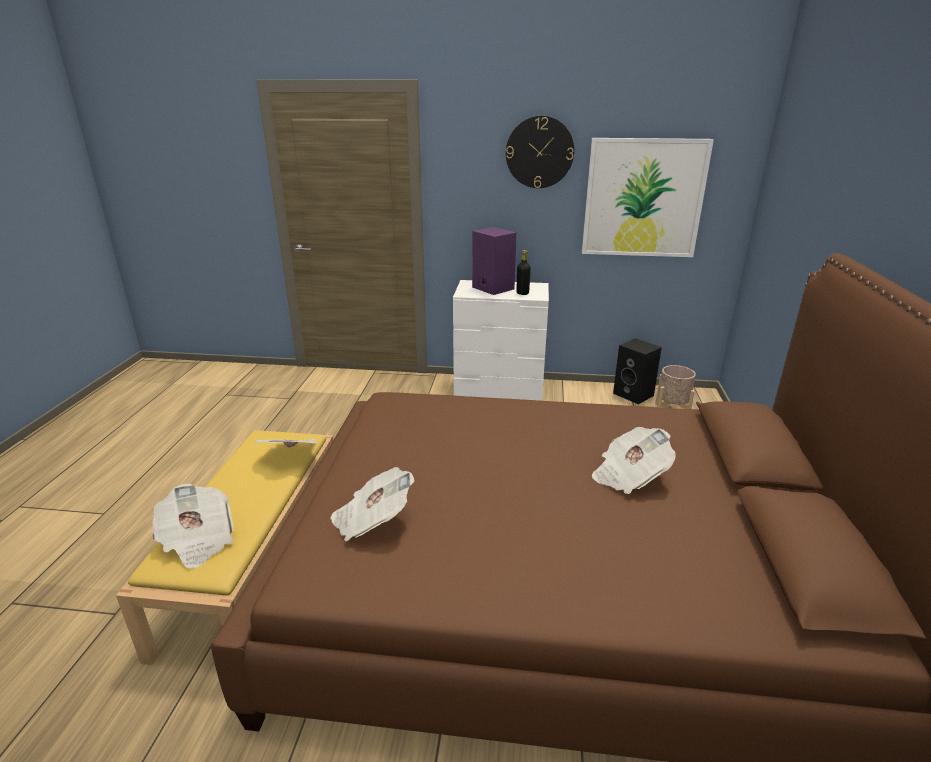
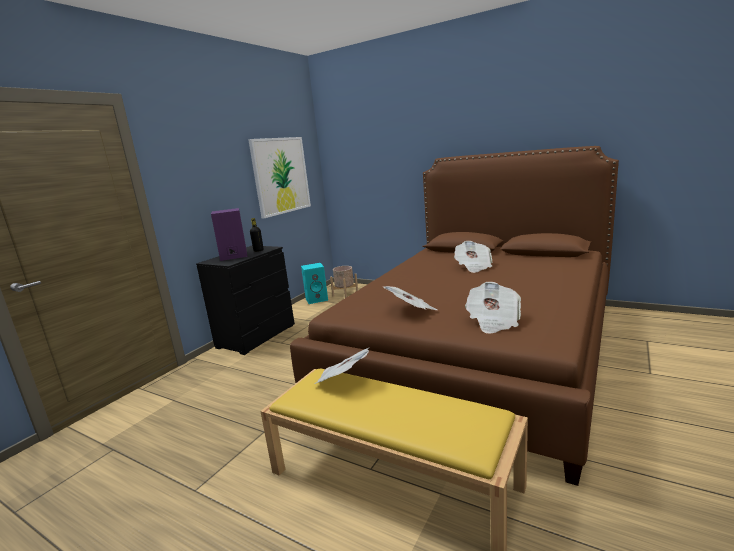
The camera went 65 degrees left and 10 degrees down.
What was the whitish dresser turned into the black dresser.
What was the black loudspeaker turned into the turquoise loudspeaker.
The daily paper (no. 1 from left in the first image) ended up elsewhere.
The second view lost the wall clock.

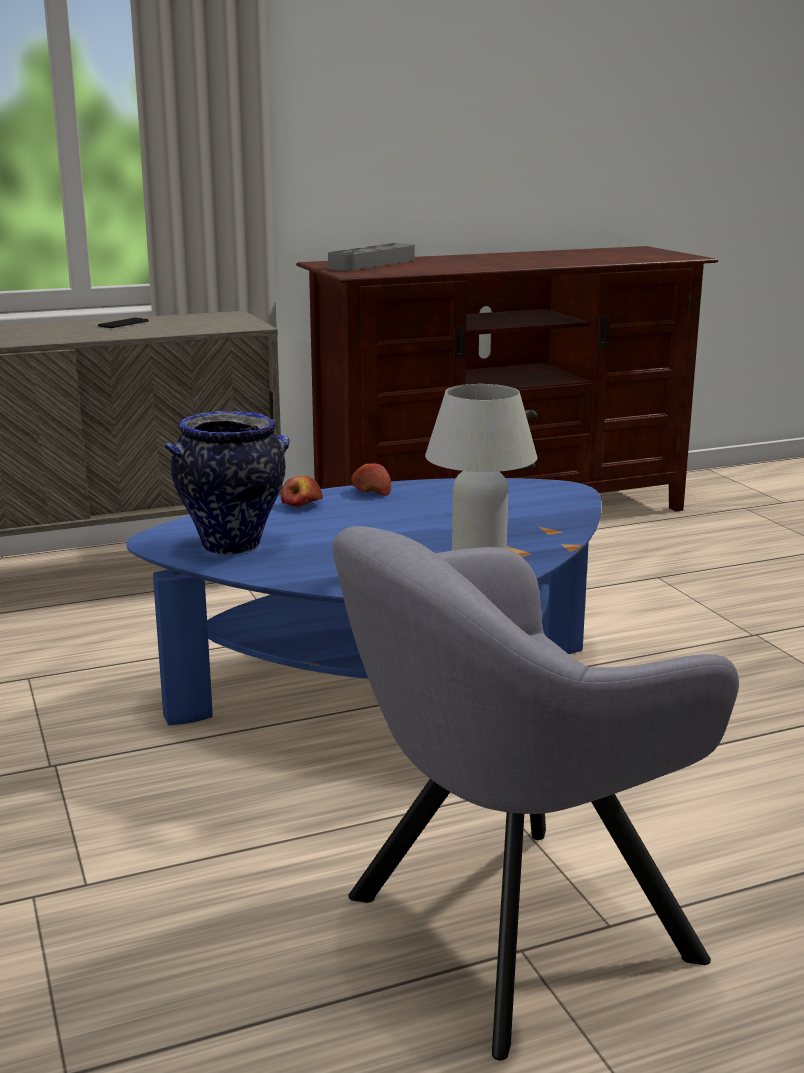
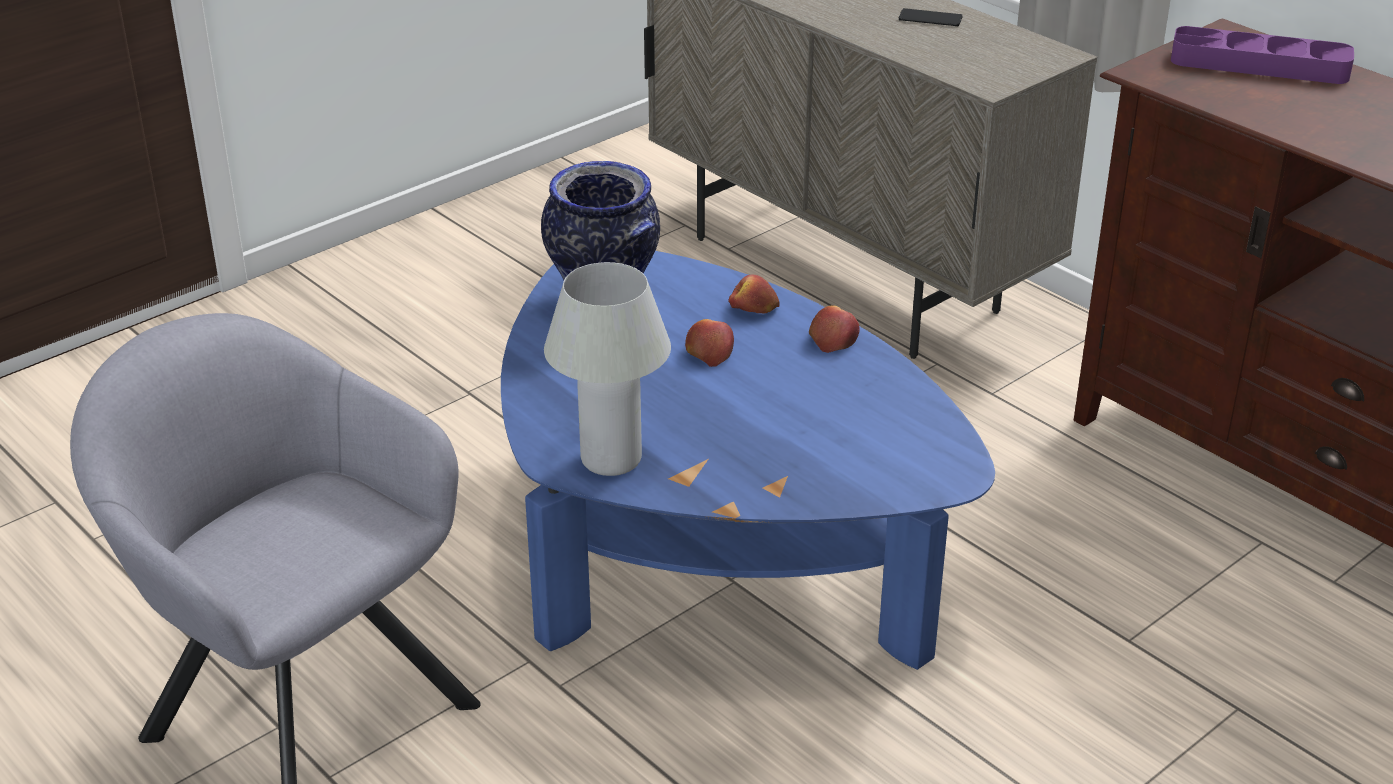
The camera went 70 degrees right and 15 degrees up.
The second view gained the apple (no. 1 from left).
What was the gray carrying tray turned into the purplish carrying tray.

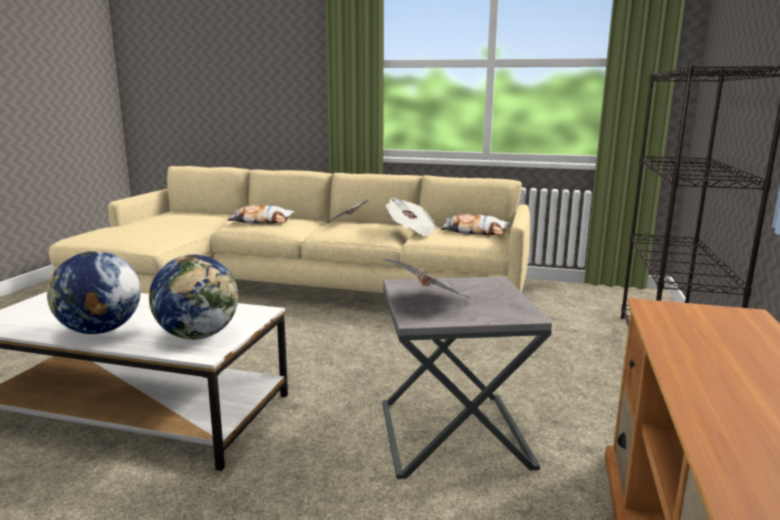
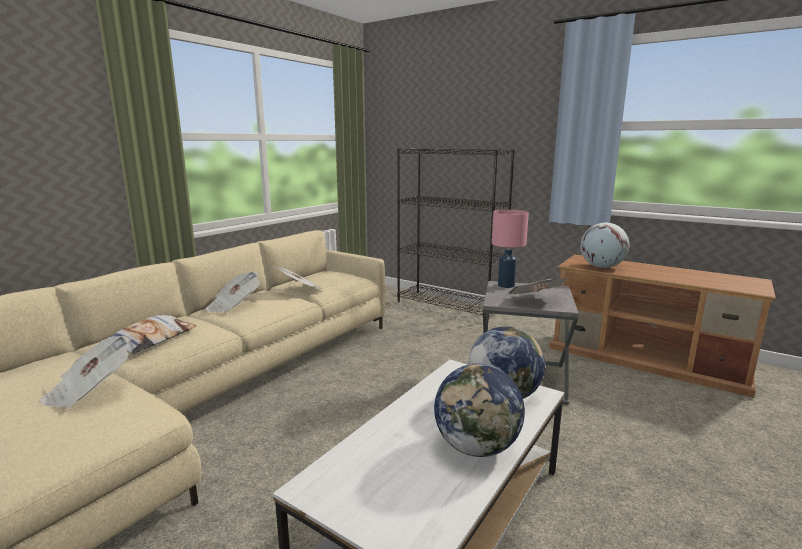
The camera went 70 degrees left and 0 degrees up.
The second view gained the daily paper (no. 1 from left).
The second view gained the pinkish lamp for a table.
The second view gained the globe (no. 3 from left).
The second view lost the throw pillow (no. 2 from left).

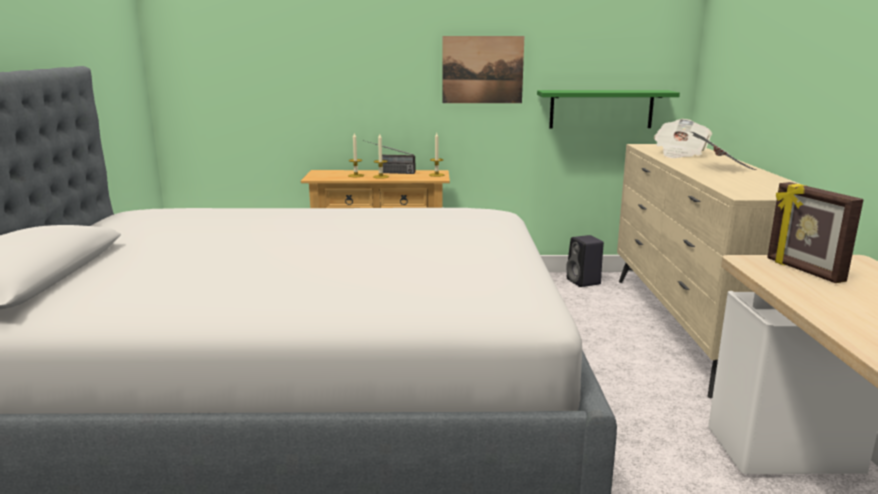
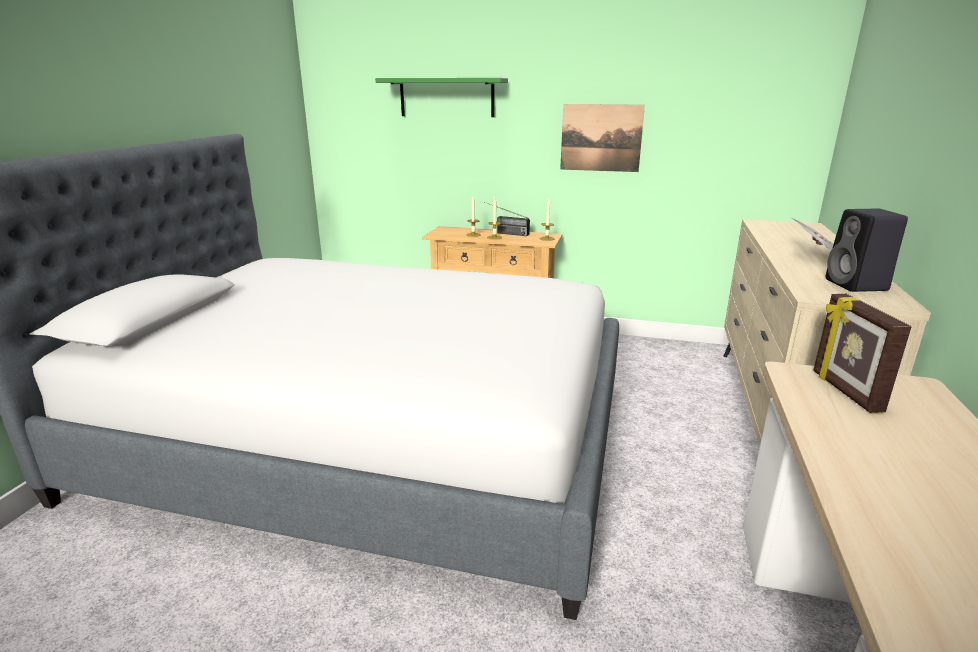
The camera went 15 degrees right and 5 degrees up.
The green shelf ended up elsewhere.
The black loudspeaker ended up elsewhere.
The second view lost the daily paper (no. 1 from left).

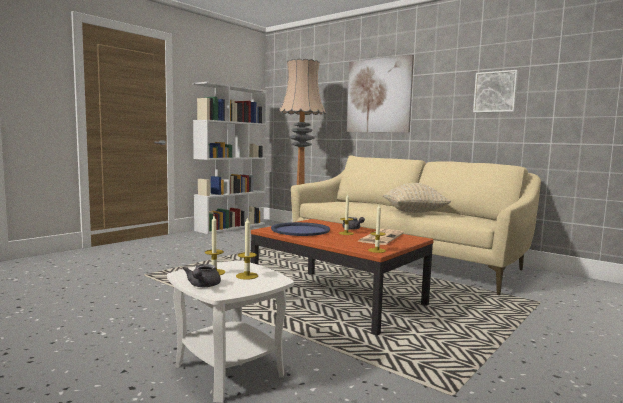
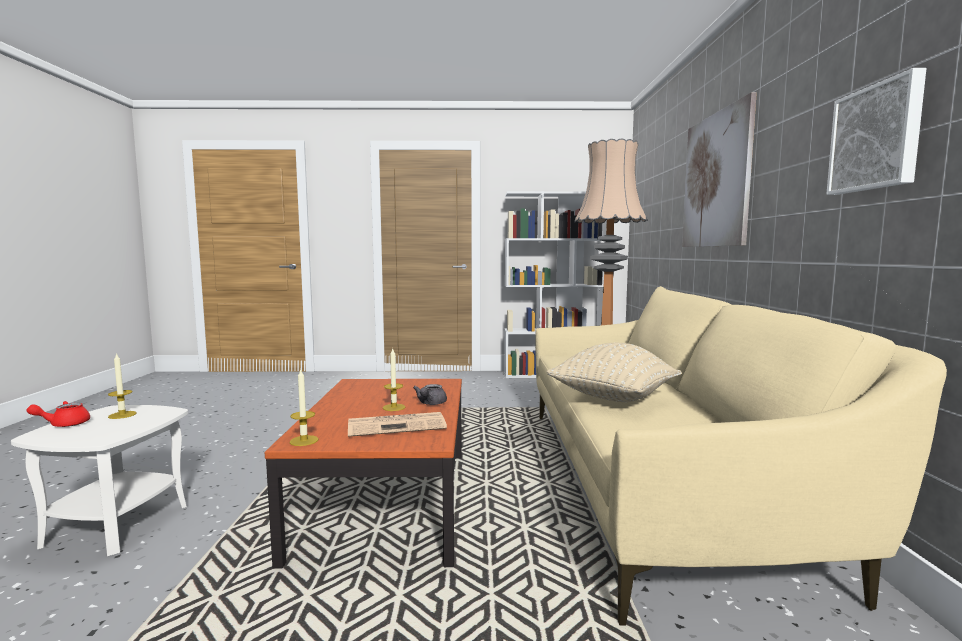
The camera went 50 degrees right and 0 degrees up.
What was the gray teapot (no. 1 from left) turned into the red-coloured teapot.
The second view lost the wax light (no. 2 from left).
The second view lost the blue-coloured carrying tray.

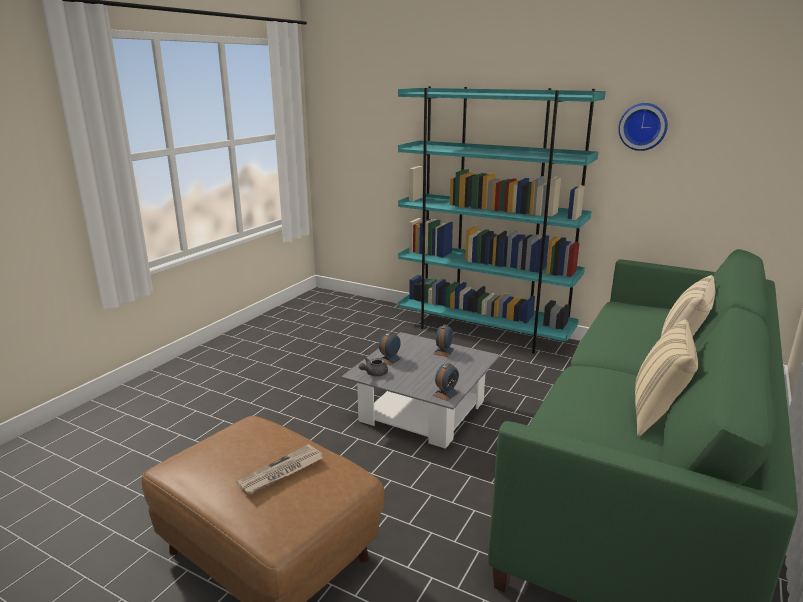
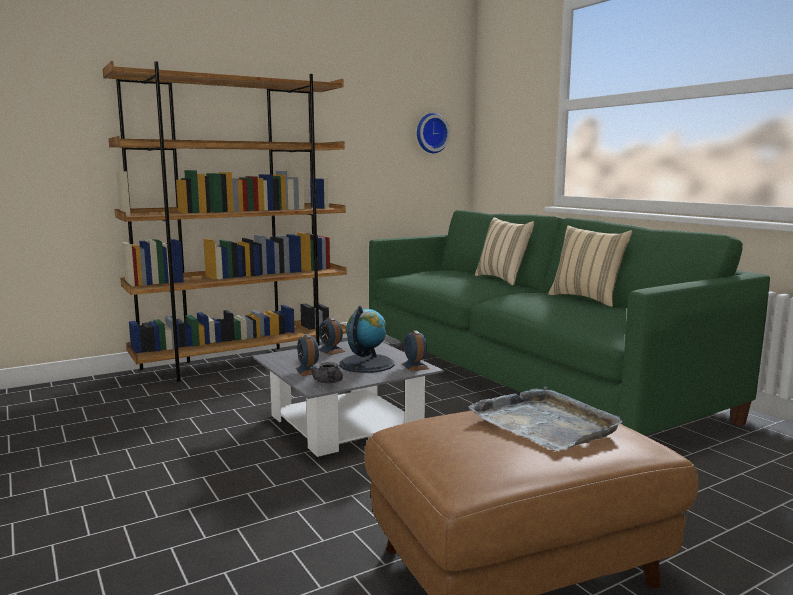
The camera went 60 degrees left and 10 degrees down.
What was the turquoise bookshelf turned into the brownish bookshelf.
The second view gained the globe.
The wall clock ended up elsewhere.
Where the daily paper stood, the gray carrying tray came to stand.

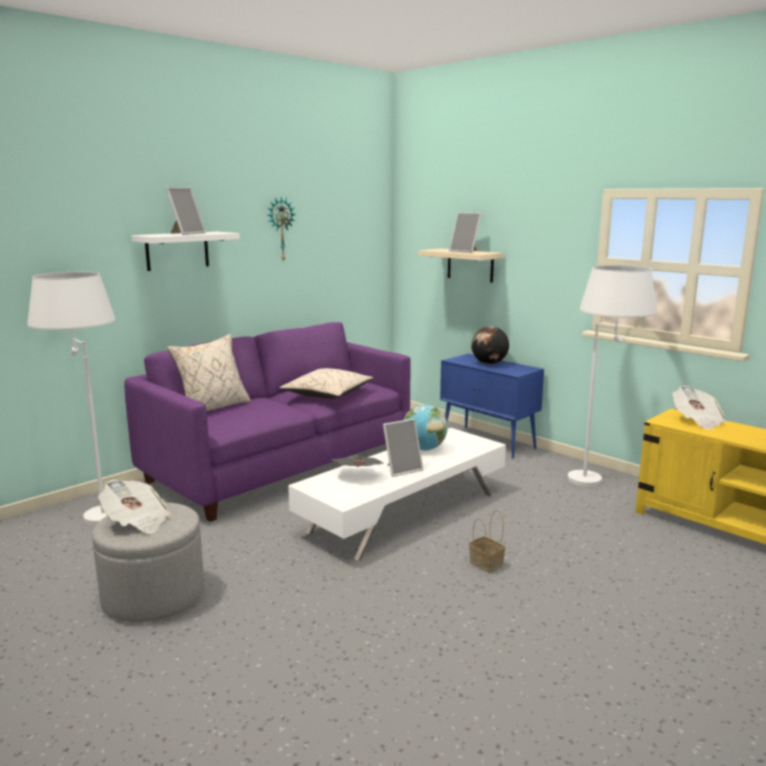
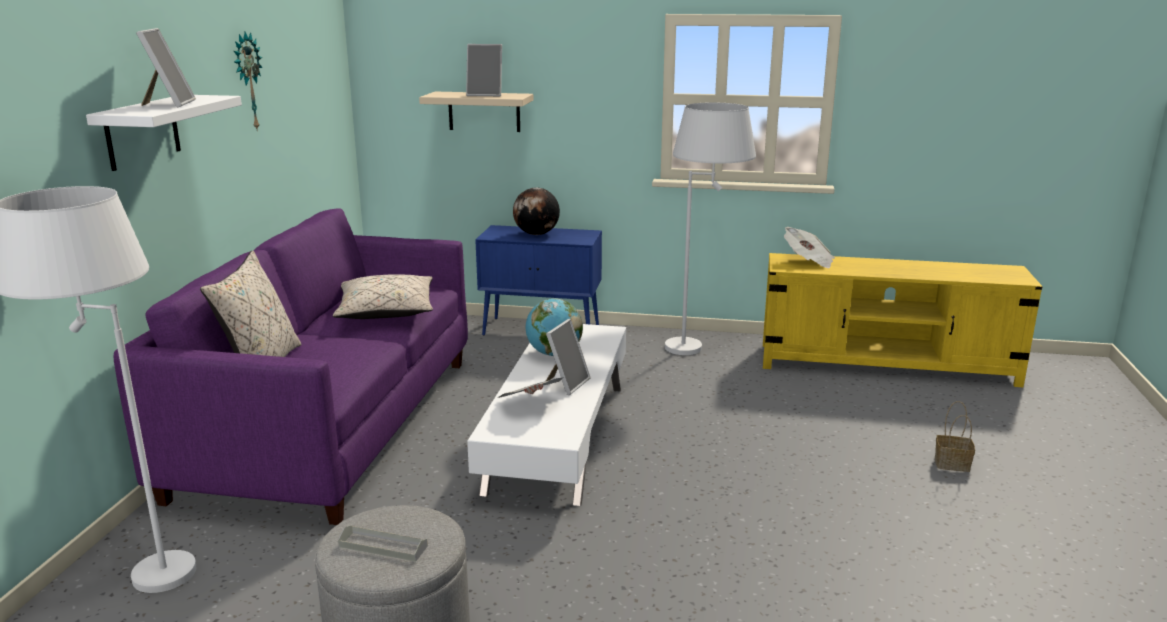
The camera went 35 degrees left and 5 degrees up.
Where the daily paper (no. 1 from left) stood, the gray carrying tray came to stand.
The basket ended up elsewhere.

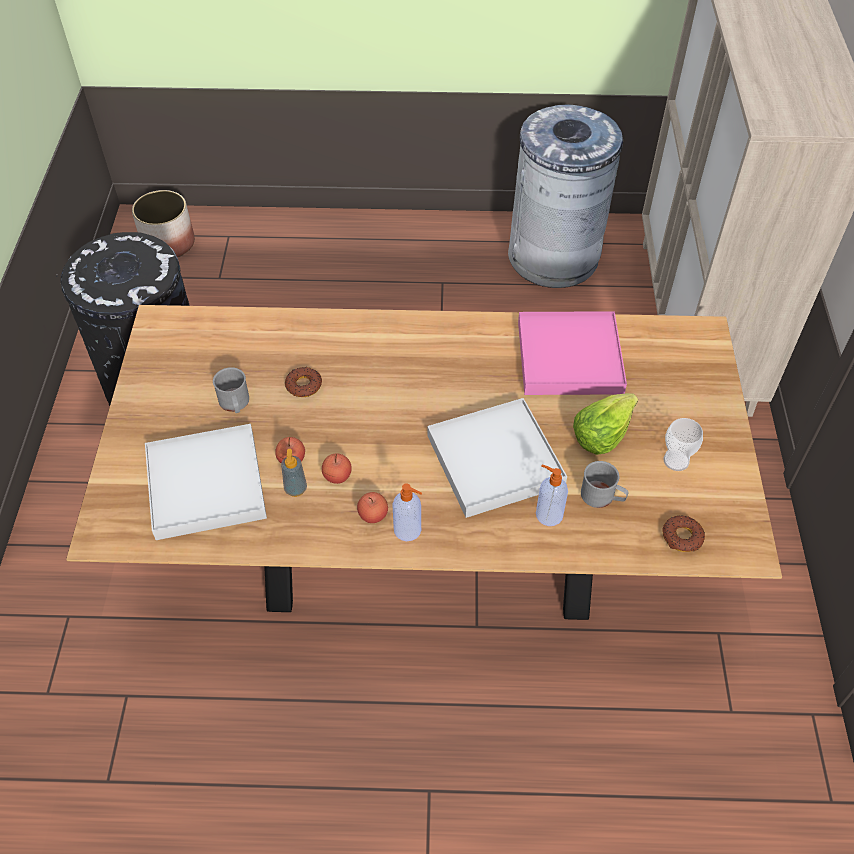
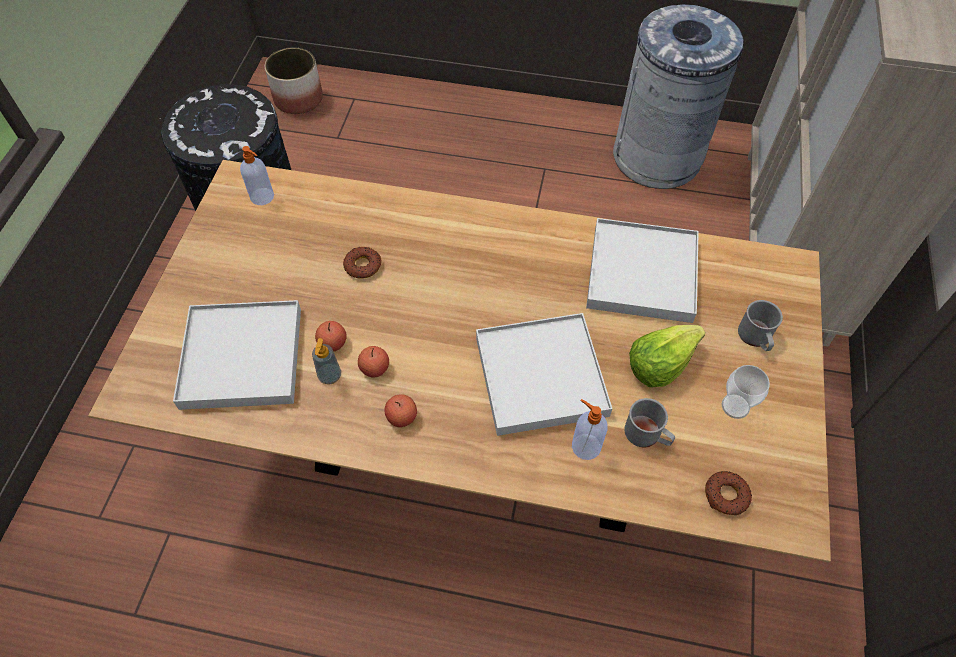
The camera went 10 degrees right and 5 degrees up.
The soap bottle (no. 2 from left in the first image) ended up elsewhere.
What was the pinkish carrying tray turned into the whitish carrying tray (no. 3 from left).
The gray tea mug (no. 1 from left in the first image) ended up elsewhere.

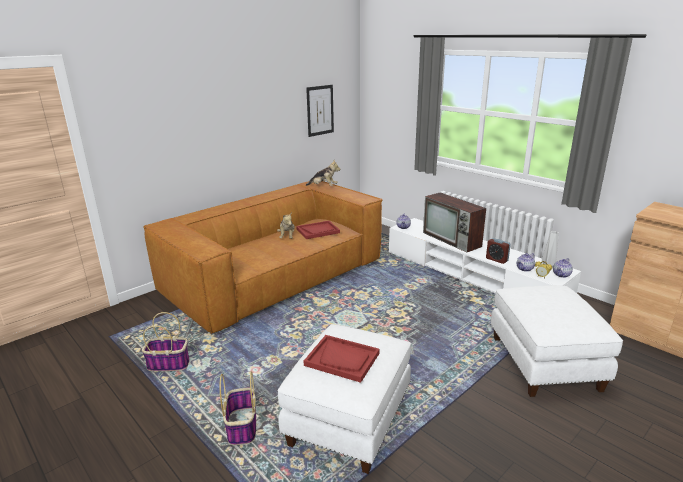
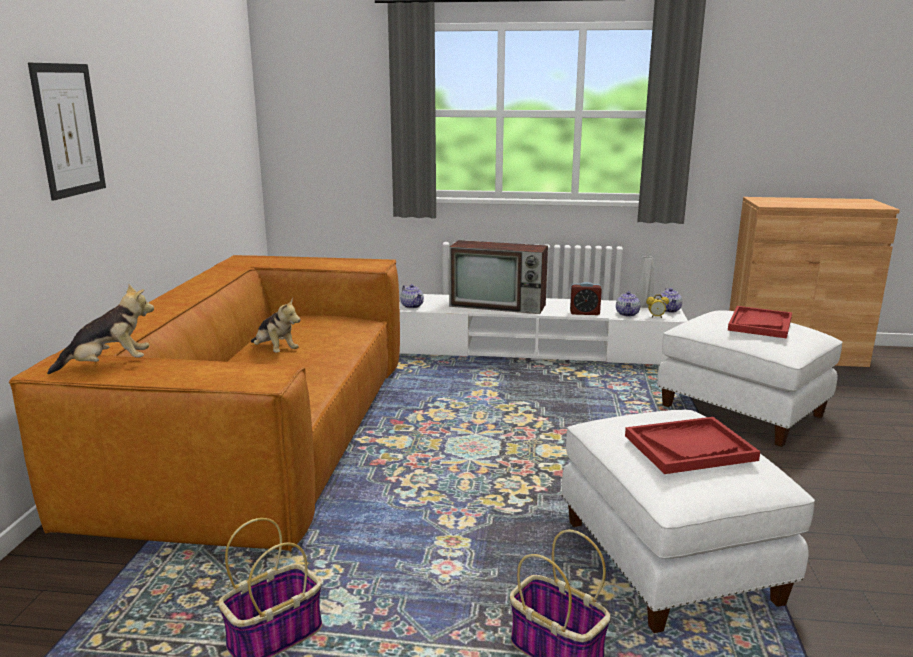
The camera went 40 degrees left and 5 degrees down.
The picture ended up elsewhere.
The cuddly toy (no. 2 from left in the first image) ended up elsewhere.
The red-coloured carrying tray (no. 1 from left in the first image) ended up elsewhere.

